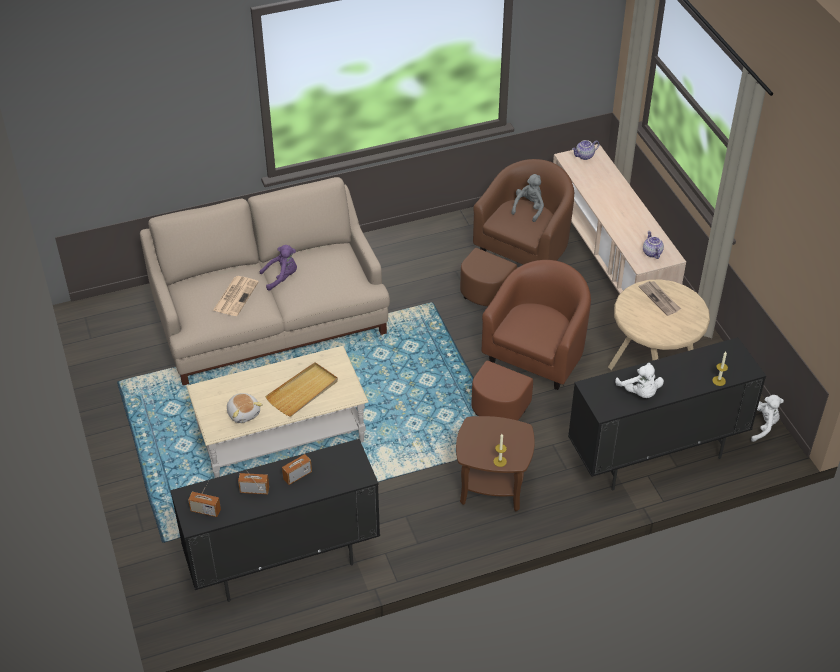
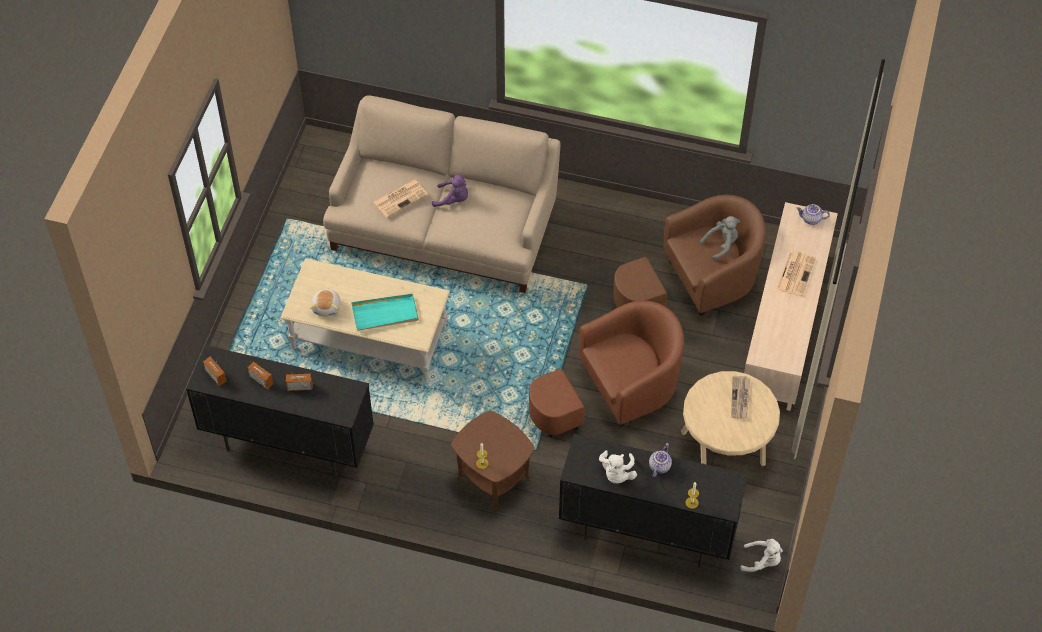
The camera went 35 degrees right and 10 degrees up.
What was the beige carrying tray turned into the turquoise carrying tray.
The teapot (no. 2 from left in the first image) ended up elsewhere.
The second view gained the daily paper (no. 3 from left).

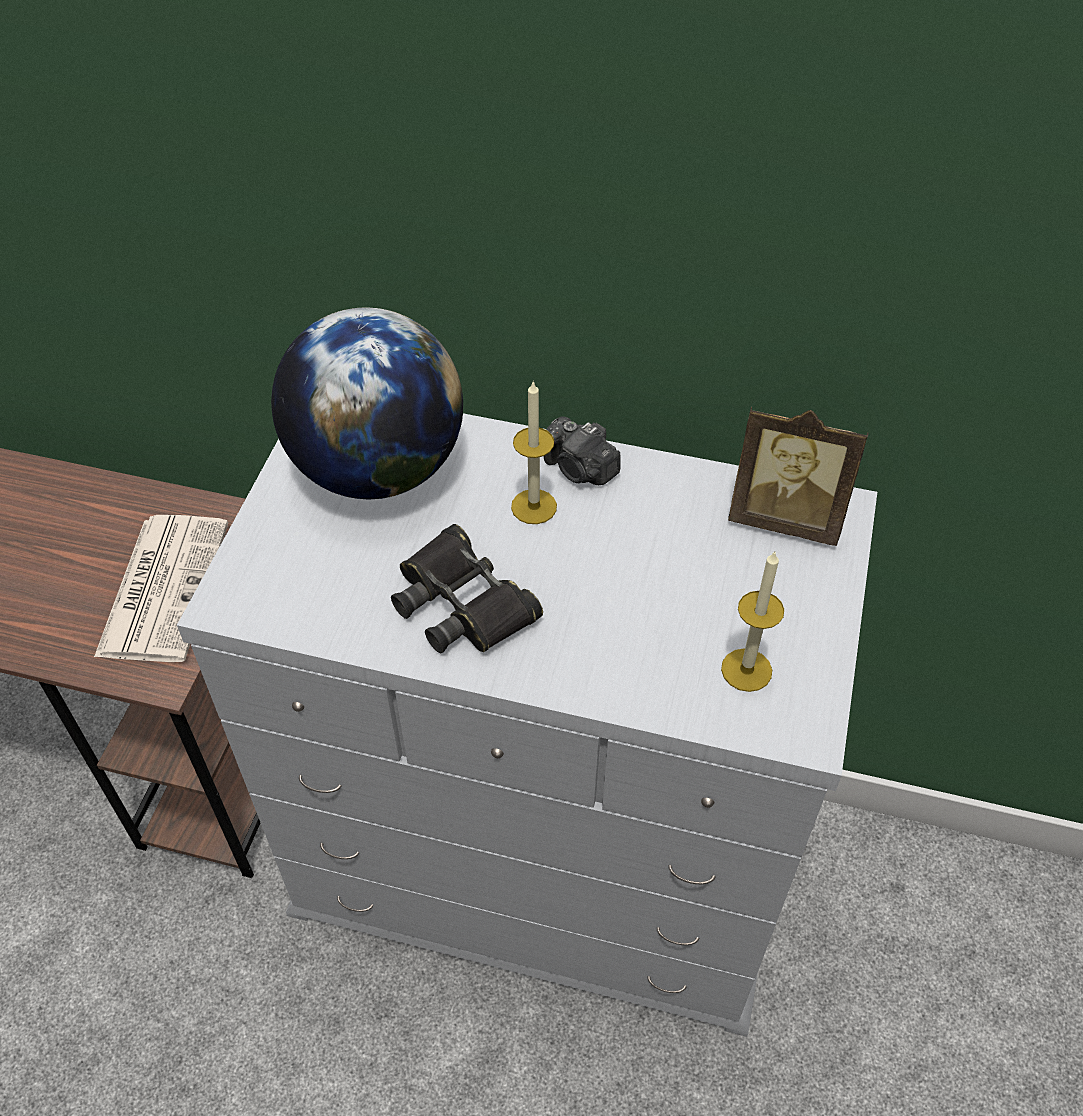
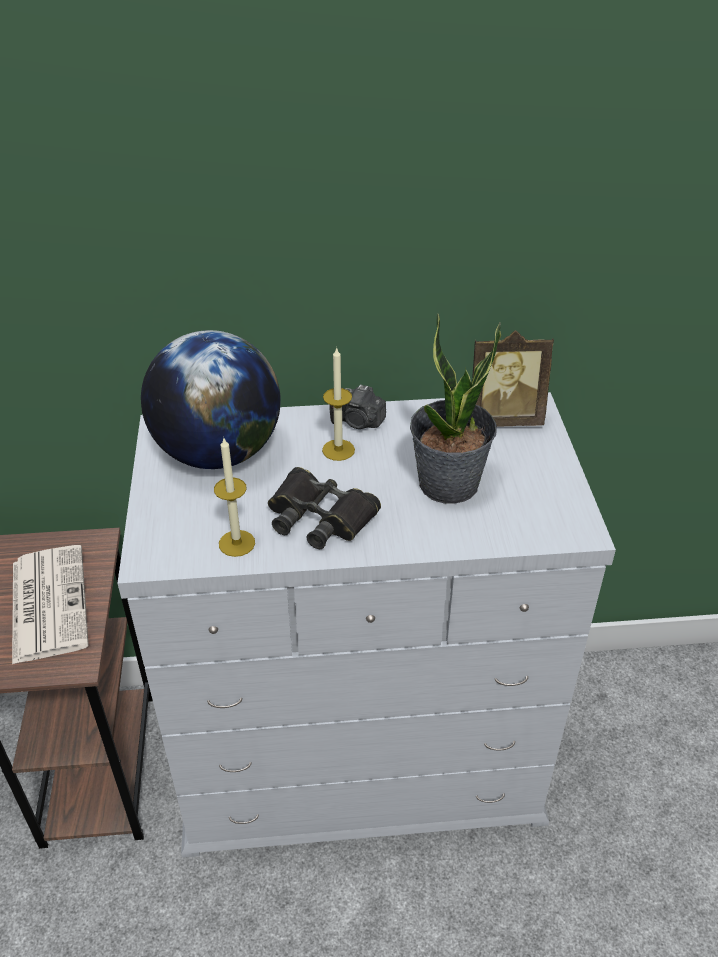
The camera went 20 degrees left and 10 degrees down.
The wax light (no. 2 from left in the first image) ended up elsewhere.
The second view gained the plant in a pot.

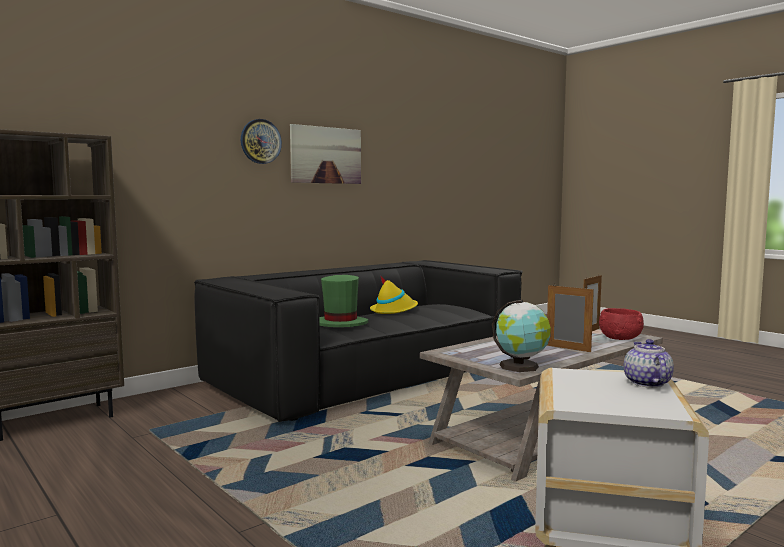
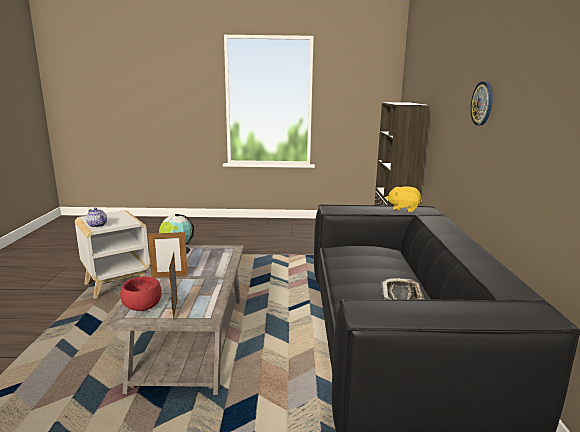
The camera went 130 degrees right and 10 degrees up.
Where the yellow hat stood, the carrying tray came to stand.
The second view gained the yellow cuddly toy.
The second view lost the picture.
The second view lost the green hat.

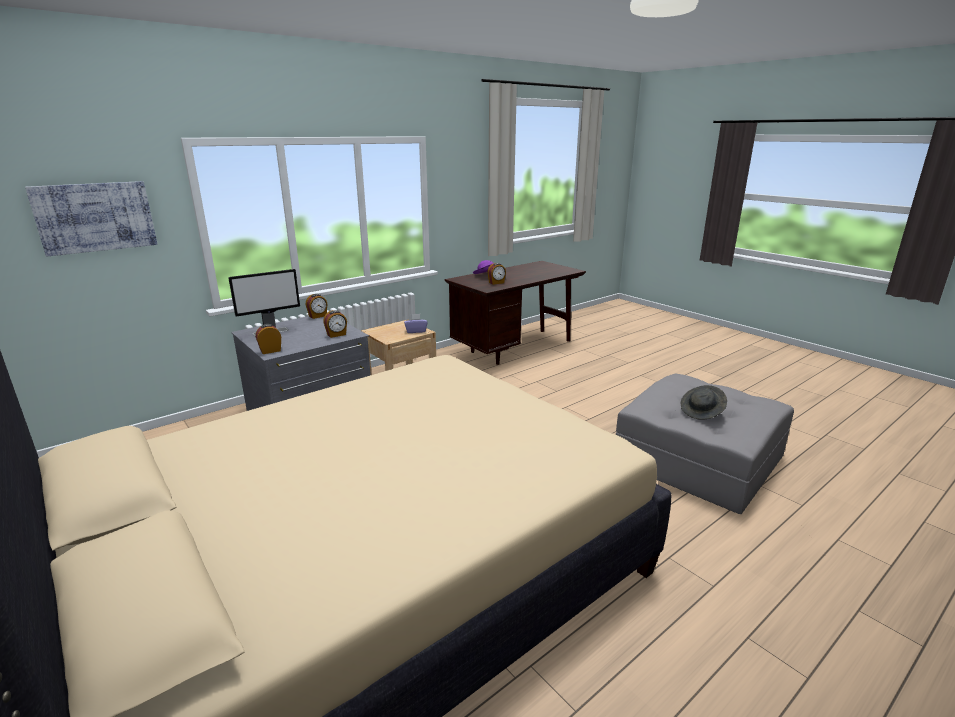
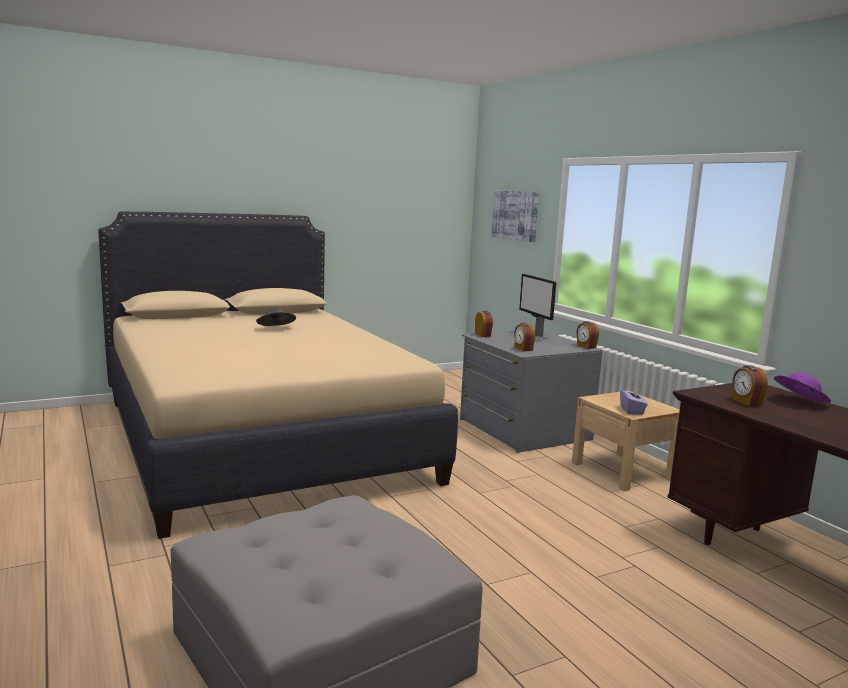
The camera went 100 degrees right and 10 degrees down.
The gray hat ended up elsewhere.

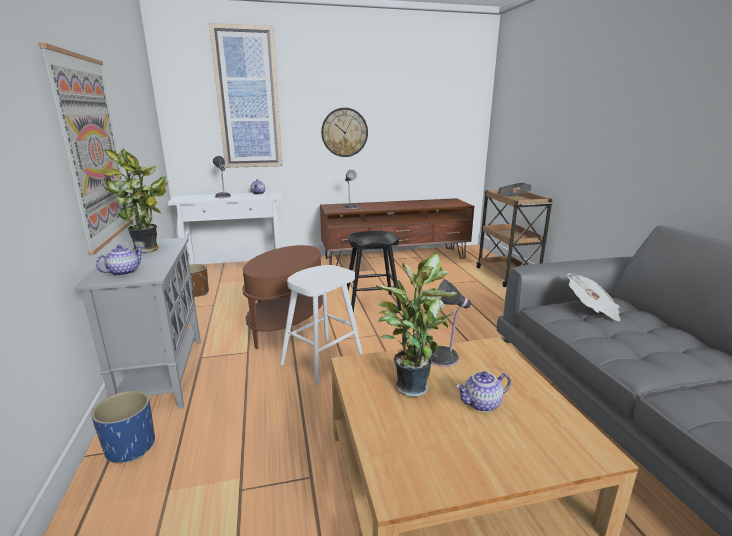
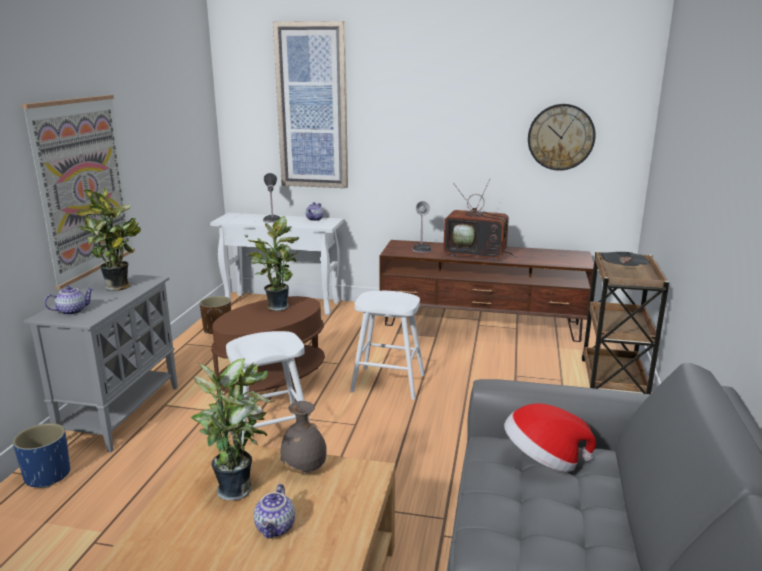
The camera went 25 degrees right and 0 degrees up.
The second view gained the plant in a pot (no. 3 from left).
The teapot (no. 3 from left in the first image) ended up facing another way, 90 degrees counterclockwise from before.
Where the lamp for a table (no. 3 from left) stood, the gray decorative vase came to stand.
What was the black stool turned into the whitish stool (no. 2 from left).
The second view gained the television.
Where the daily paper (no. 2 from left) stood, the hat came to stand.
The wall clock ended up elsewhere.

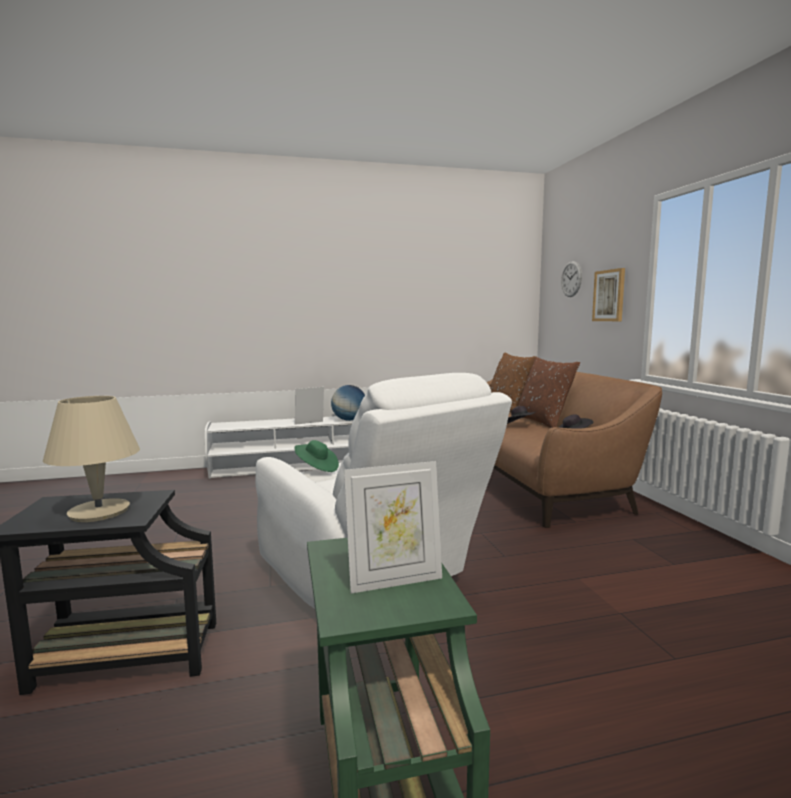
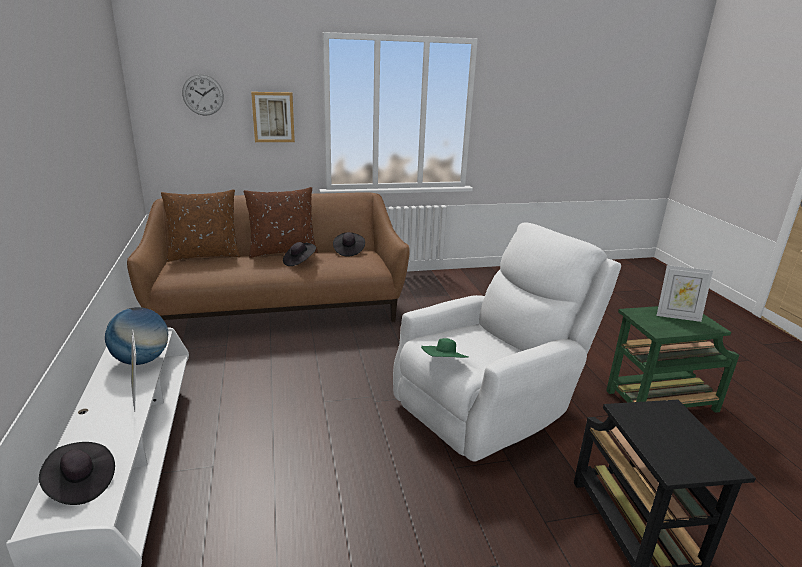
The camera went 90 degrees left and 15 degrees up.
The second view gained the black hat (no. 1 from left).
The photo frame (no. 2 from left) ended up facing another way, 120 degrees clockwise from before.
The second view lost the beige lamp for a table.

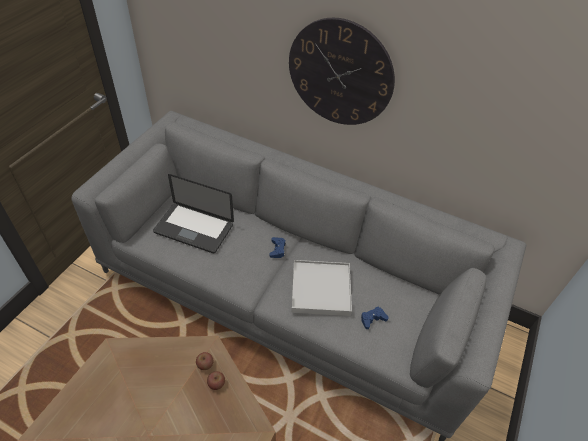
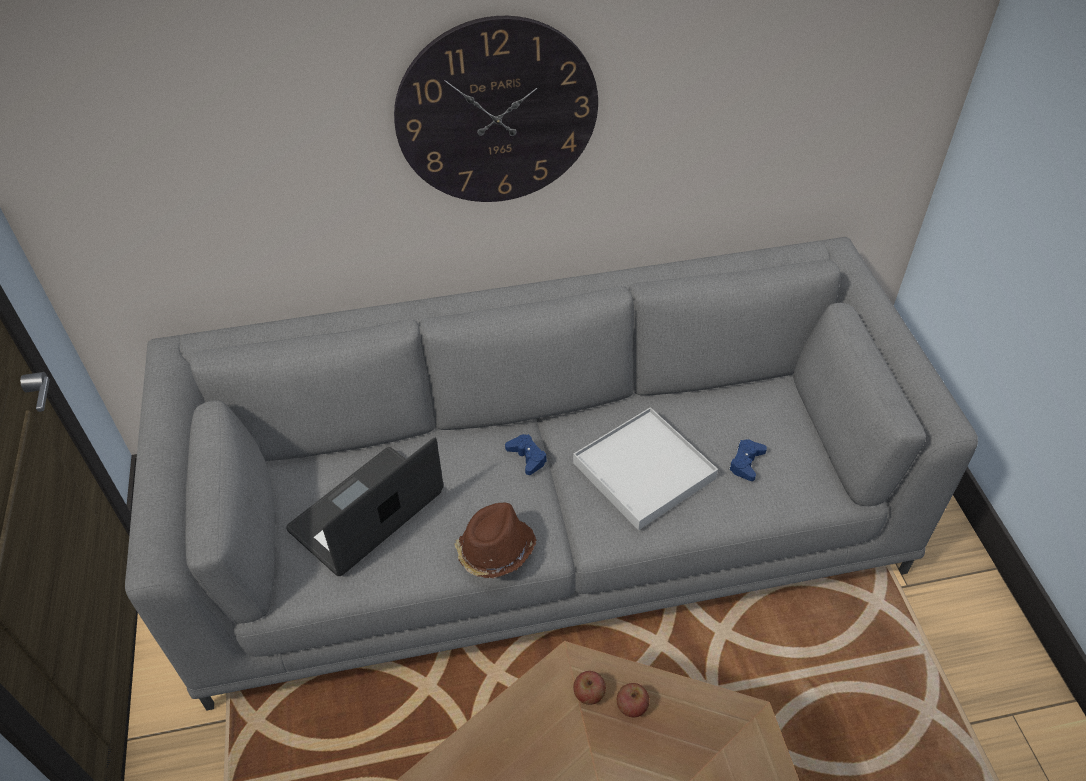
The camera went 35 degrees left and 0 degrees up.
The notebook computer ended up facing another way, 150 degrees clockwise from before.
The second view gained the brownish hat.

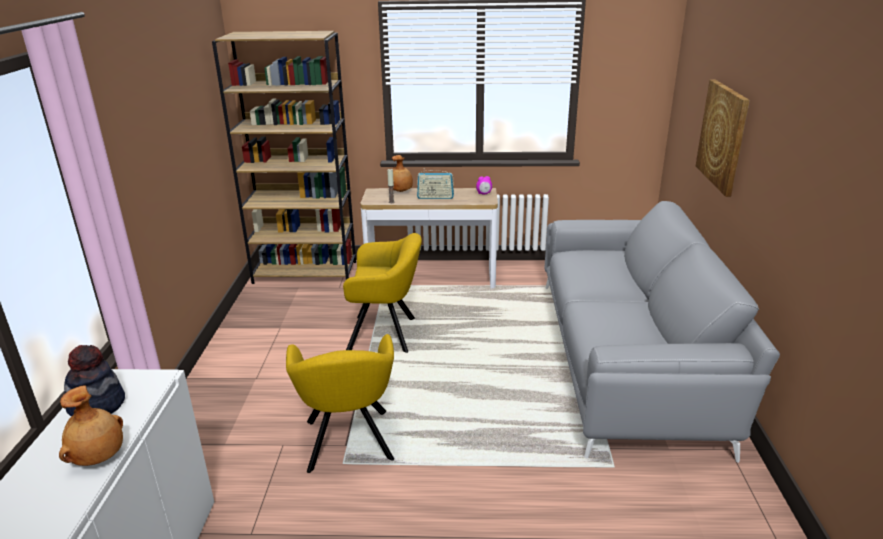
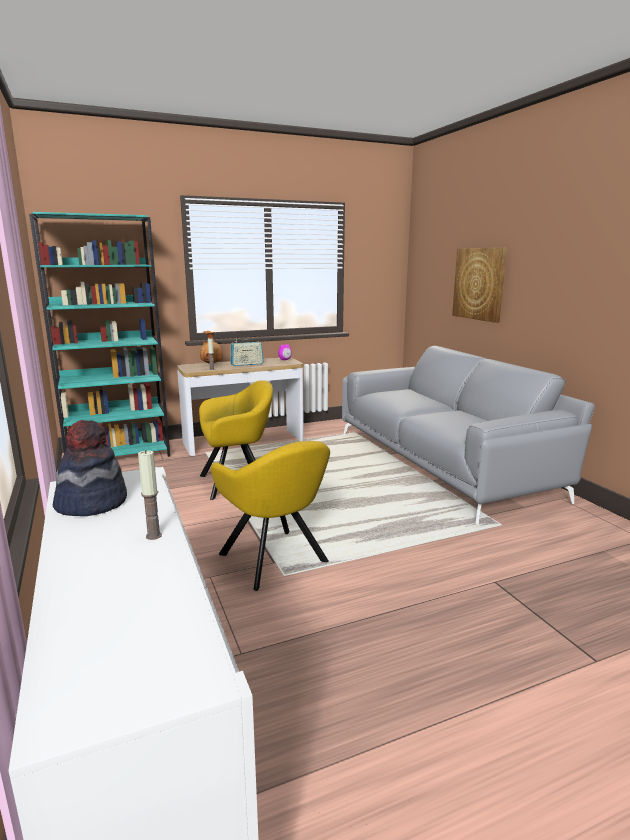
The camera went 25 degrees left and 10 degrees down.
What was the brownish bookshelf turned into the turquoise bookshelf.
Where the brownish decorative vase (no. 1 from left) stood, the wax light (no. 1 from left) came to stand.

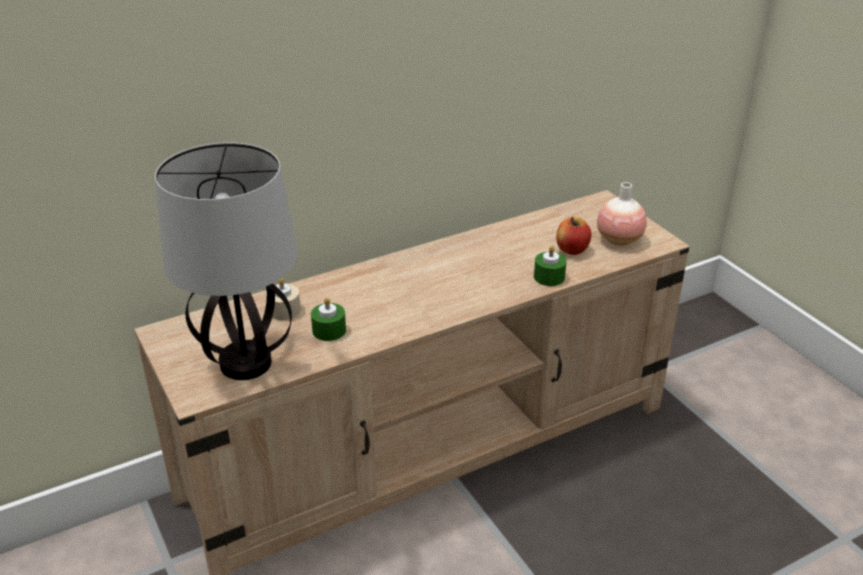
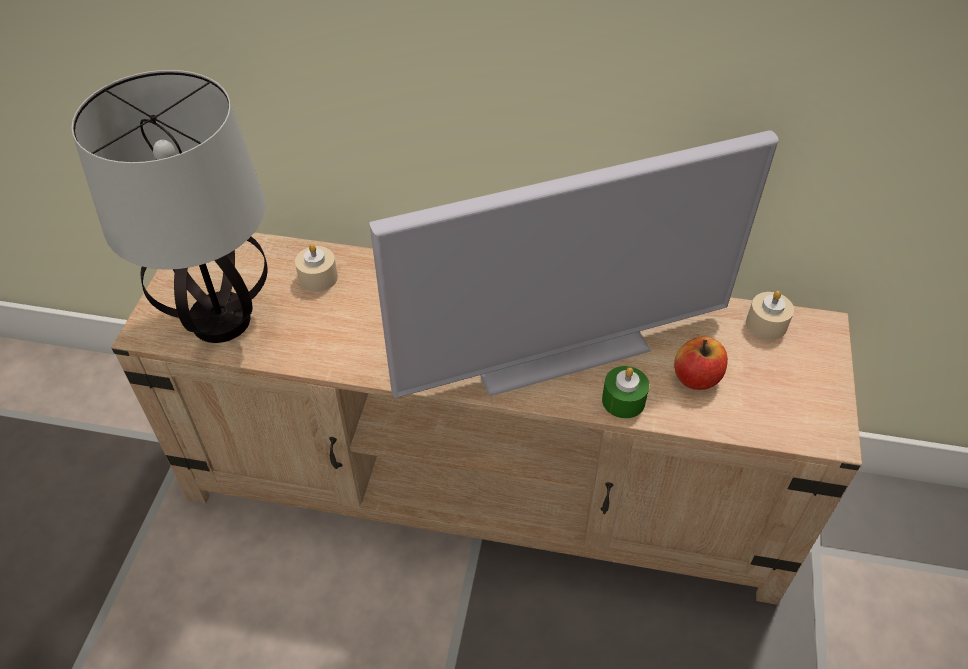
The camera went 40 degrees right and 15 degrees up.
The second view gained the television.
The second view gained the beige wax light (no. 2 from left).
The second view lost the green wax light (no. 1 from left).
The second view lost the decorative vase.

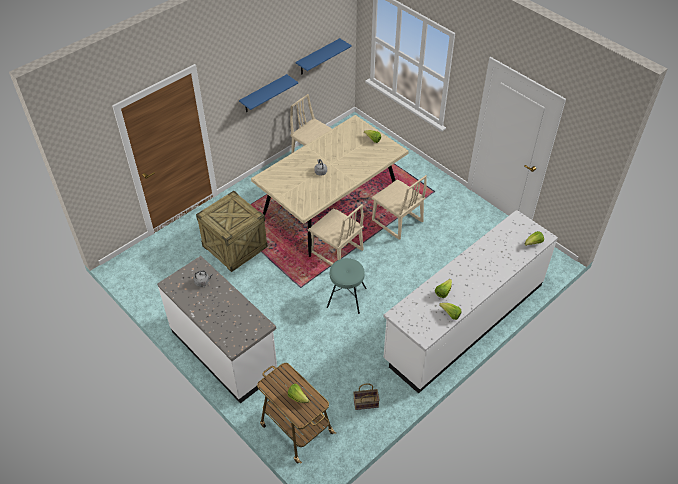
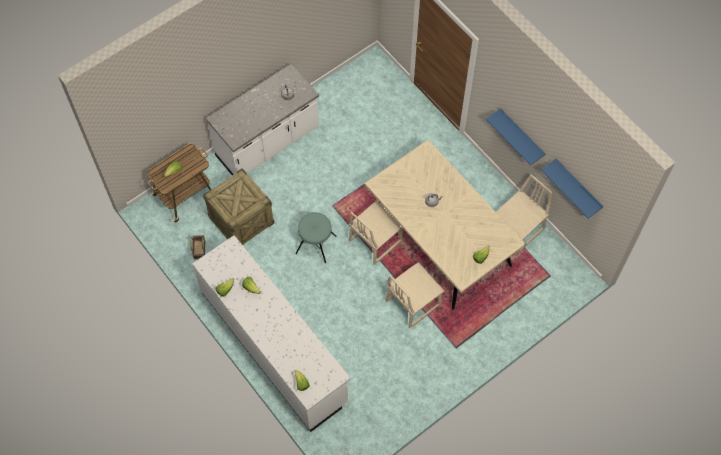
The camera went 95 degrees right and 15 degrees up.
The shipping crate ended up elsewhere.

